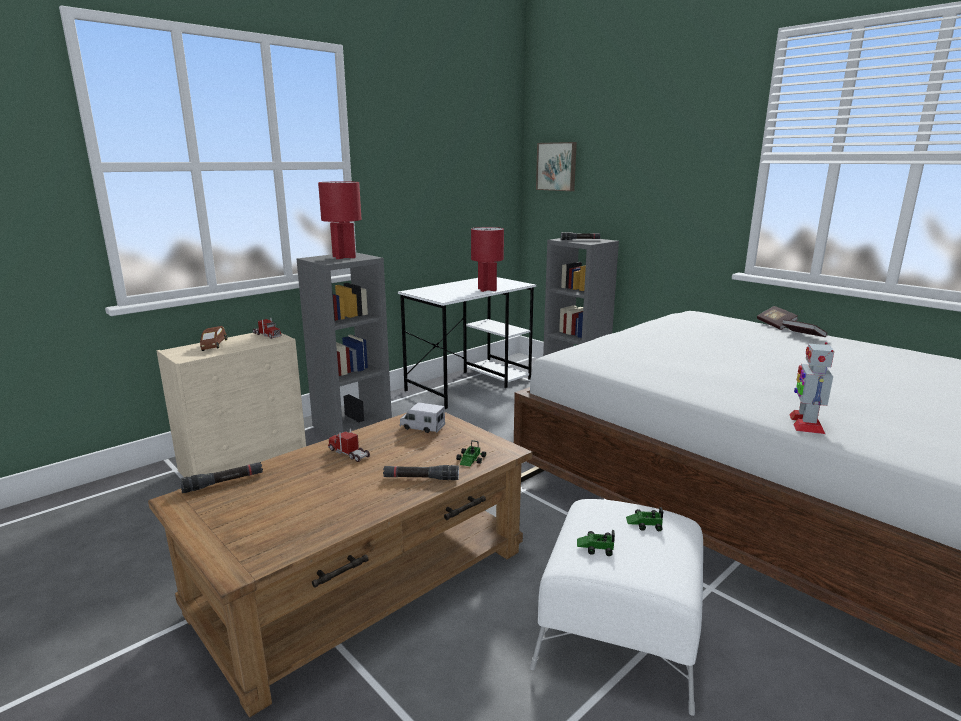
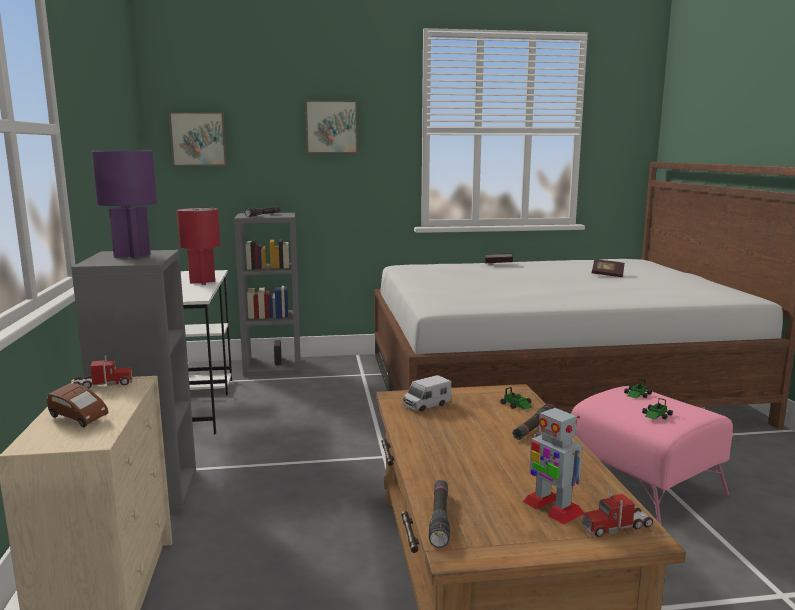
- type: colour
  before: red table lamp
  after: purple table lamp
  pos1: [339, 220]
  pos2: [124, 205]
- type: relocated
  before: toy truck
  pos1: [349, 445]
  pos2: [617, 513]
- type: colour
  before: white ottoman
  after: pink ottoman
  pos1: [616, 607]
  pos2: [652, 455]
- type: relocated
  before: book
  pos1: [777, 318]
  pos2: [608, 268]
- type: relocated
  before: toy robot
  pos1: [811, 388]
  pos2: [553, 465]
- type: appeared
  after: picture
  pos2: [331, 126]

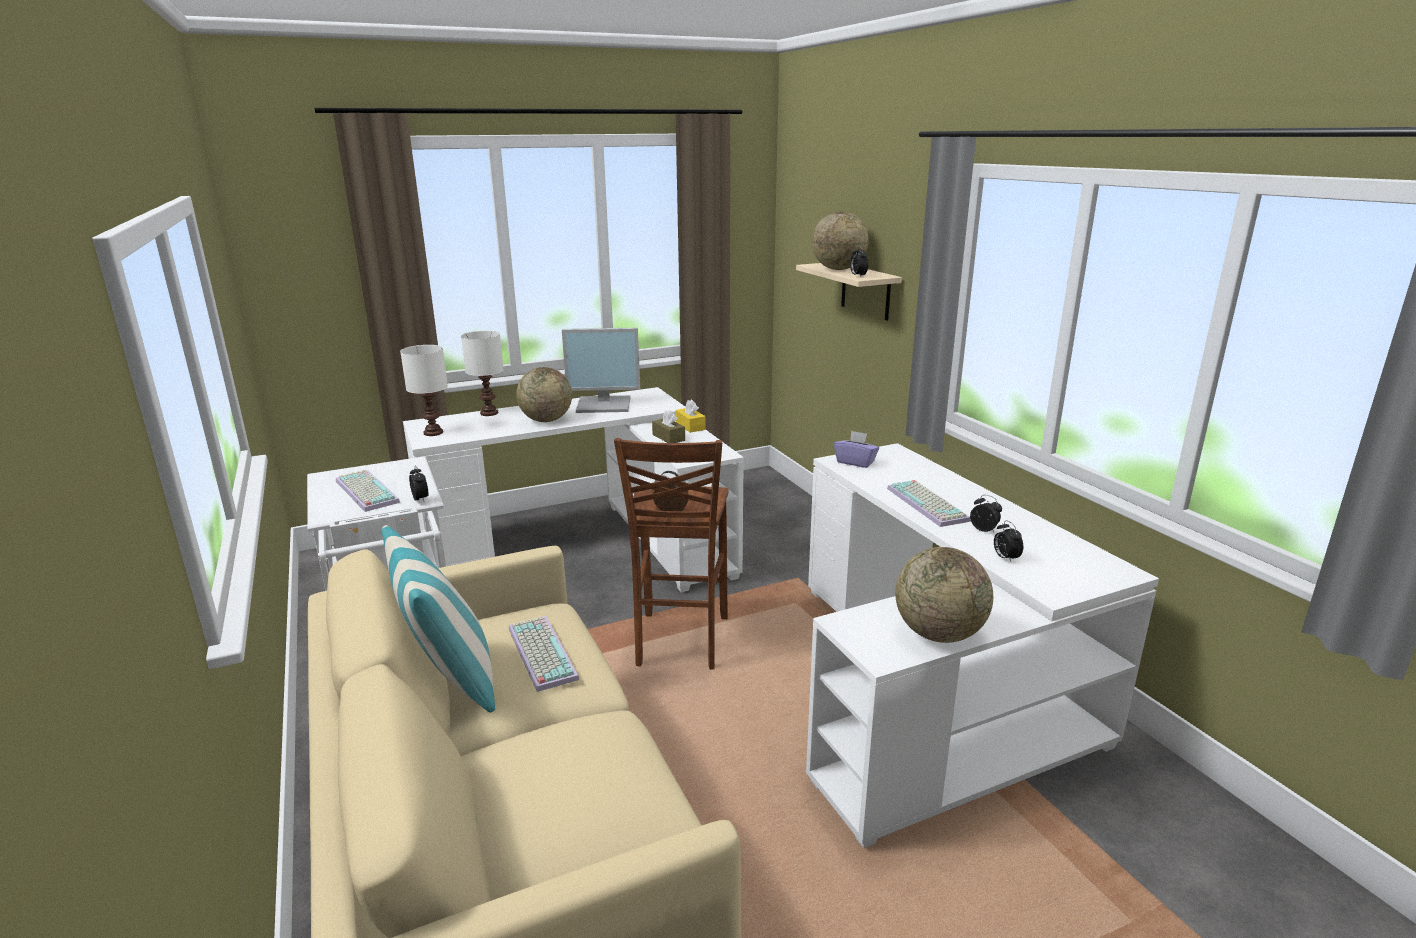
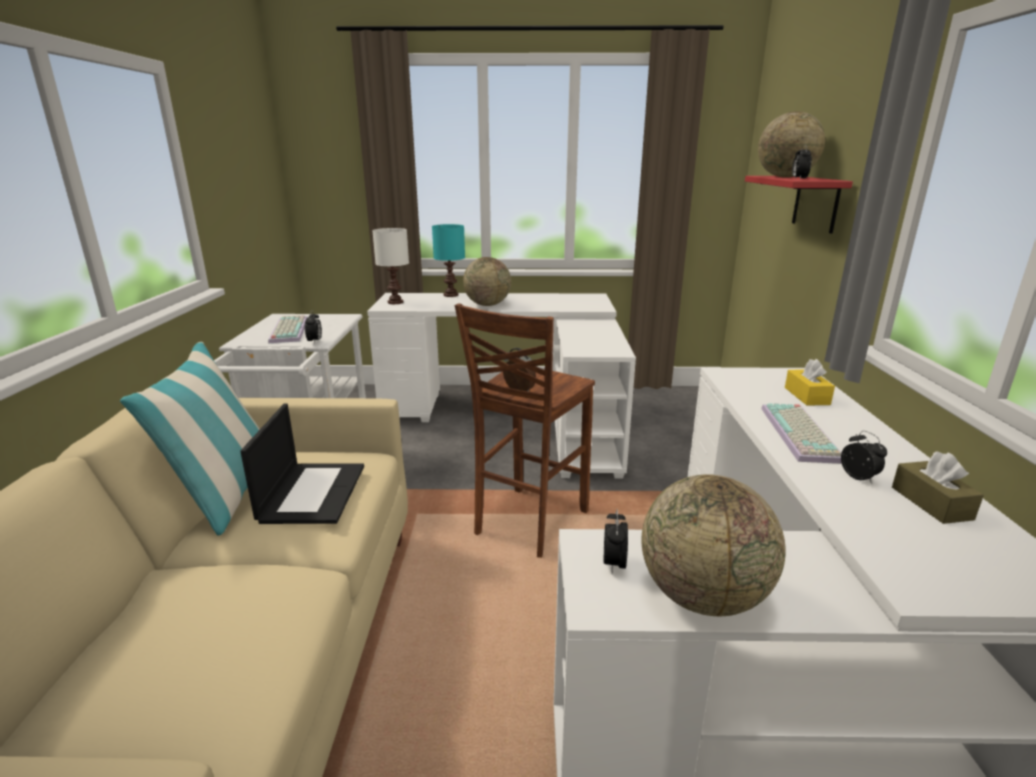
- type: colour
  before: white table lamp
  after: turquoise table lamp
  pos1: [482, 373]
  pos2: [448, 260]
- type: exchanged
  before: keyboard
  after: laptop
  pos1: [544, 654]
  pos2: [302, 464]
- type: missing
  before: monitor
  pos1: [601, 370]
- type: relocated
  before: brown tissue box
  pos1: [668, 426]
  pos2: [938, 487]
- type: relocated
  before: yellow tissue box
  pos1: [691, 416]
  pos2: [810, 382]
- type: colour
  before: beige shelf
  after: red shelf
  pos1: [849, 291]
  pos2: [799, 205]
- type: missing
  before: purple tissue box
  pos1: [856, 449]
- type: relocated
  before: alarm clock
  pos1: [1008, 541]
  pos2: [616, 541]

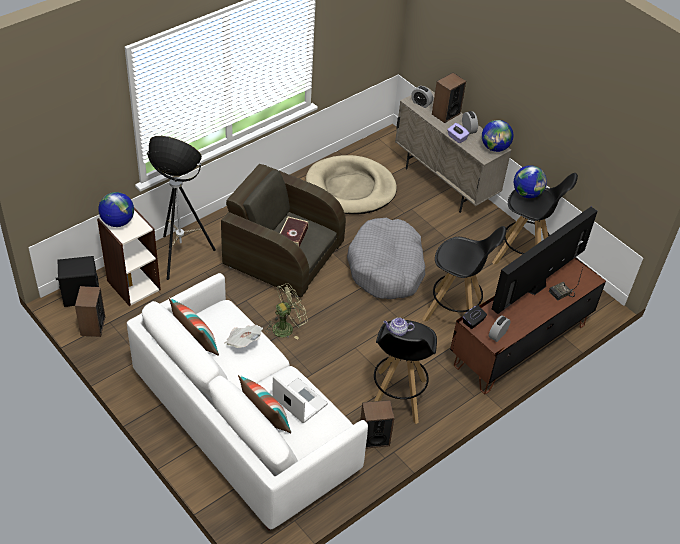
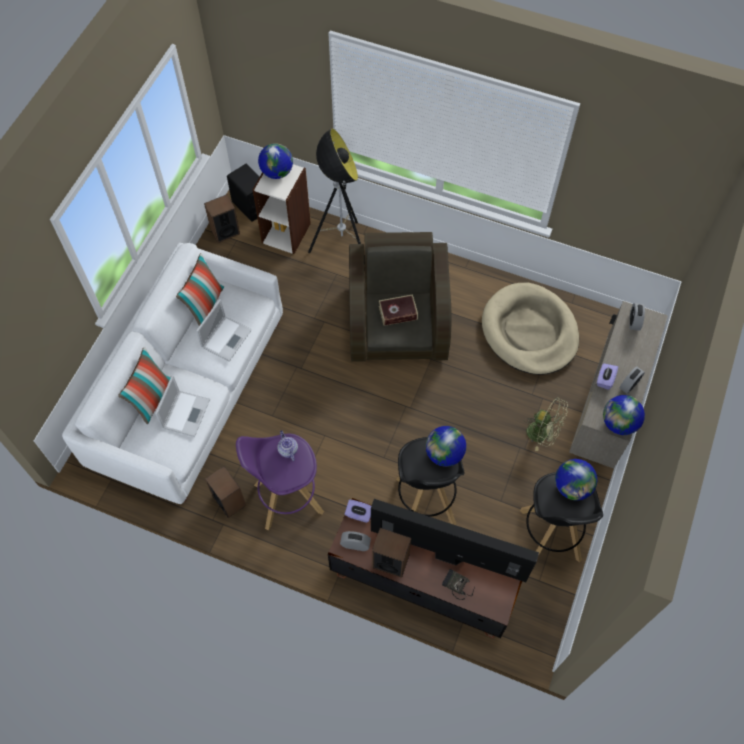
- type: exchanged
  before: newspaper
  after: laptop
  pos1: [244, 336]
  pos2: [224, 330]
- type: relocated
  before: green fan
  pos1: [286, 311]
  pos2: [546, 424]
- type: missing
  before: grey dog bed
  pos1: [386, 258]
- type: colour
  before: black stool
  after: purple stool
  pos1: [405, 372]
  pos2: [280, 482]
- type: relocated
  before: speaker
  pos1: [449, 98]
  pos2: [391, 553]
- type: colour
  before: black tissue box
  after: purple tissue box
  pos1: [474, 317]
  pos2: [358, 511]
- type: appeared
  after: globe
  pos2: [446, 446]

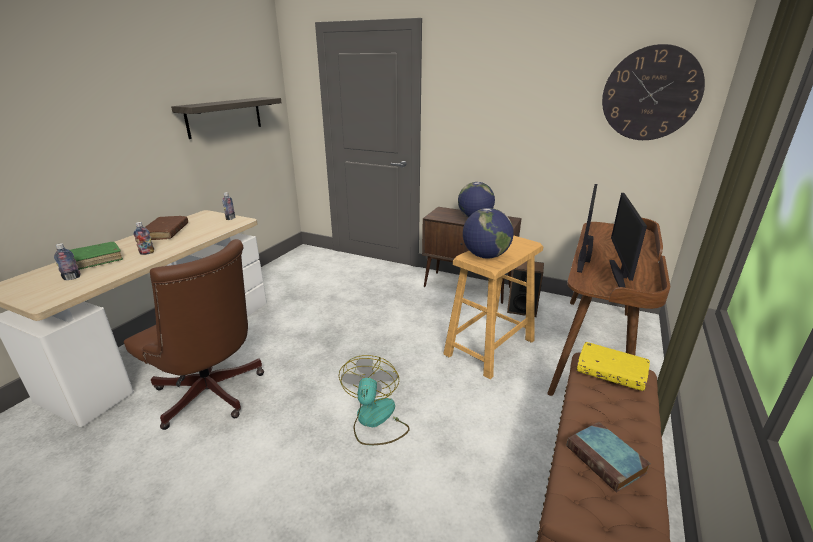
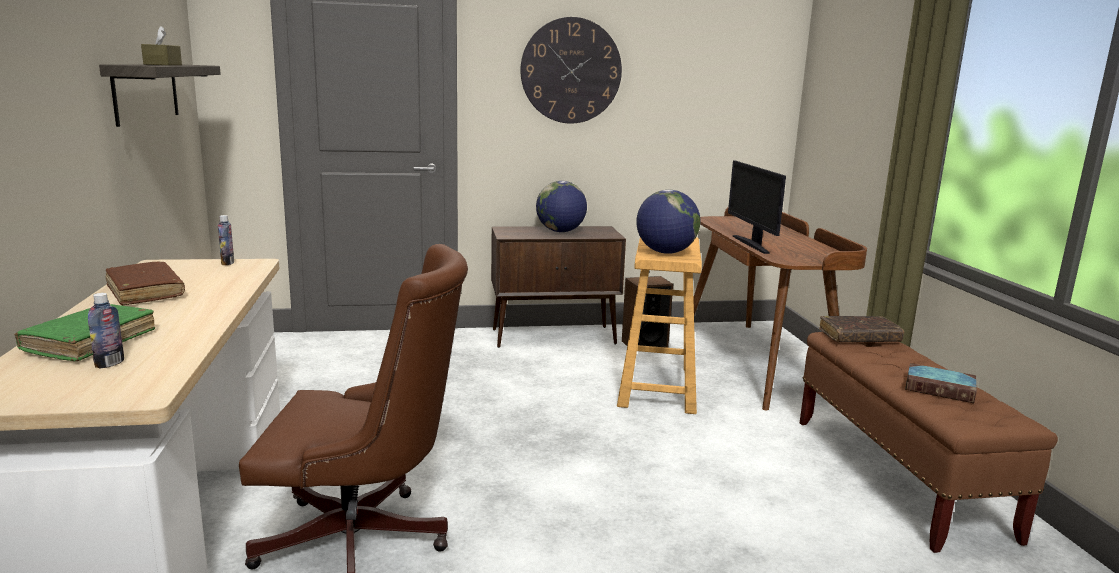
- type: missing
  before: bottle
  pos1: [143, 238]
- type: missing
  before: fan
  pos1: [374, 400]
- type: colour
  before: yellow book
  after: brown book
  pos1: [613, 366]
  pos2: [861, 329]
- type: relocated
  before: wall clock
  pos1: [653, 92]
  pos2: [571, 70]
- type: missing
  before: monitor
  pos1: [628, 240]
- type: appeared
  after: brown tissue box
  pos2: [161, 45]

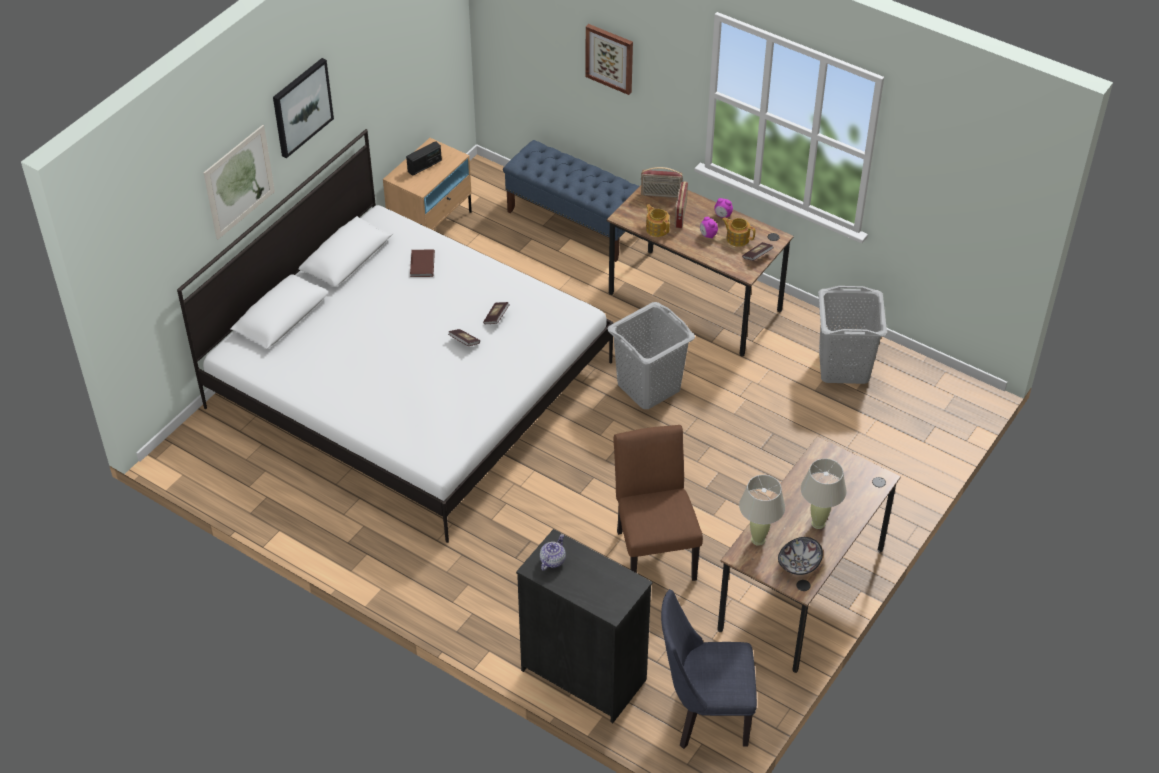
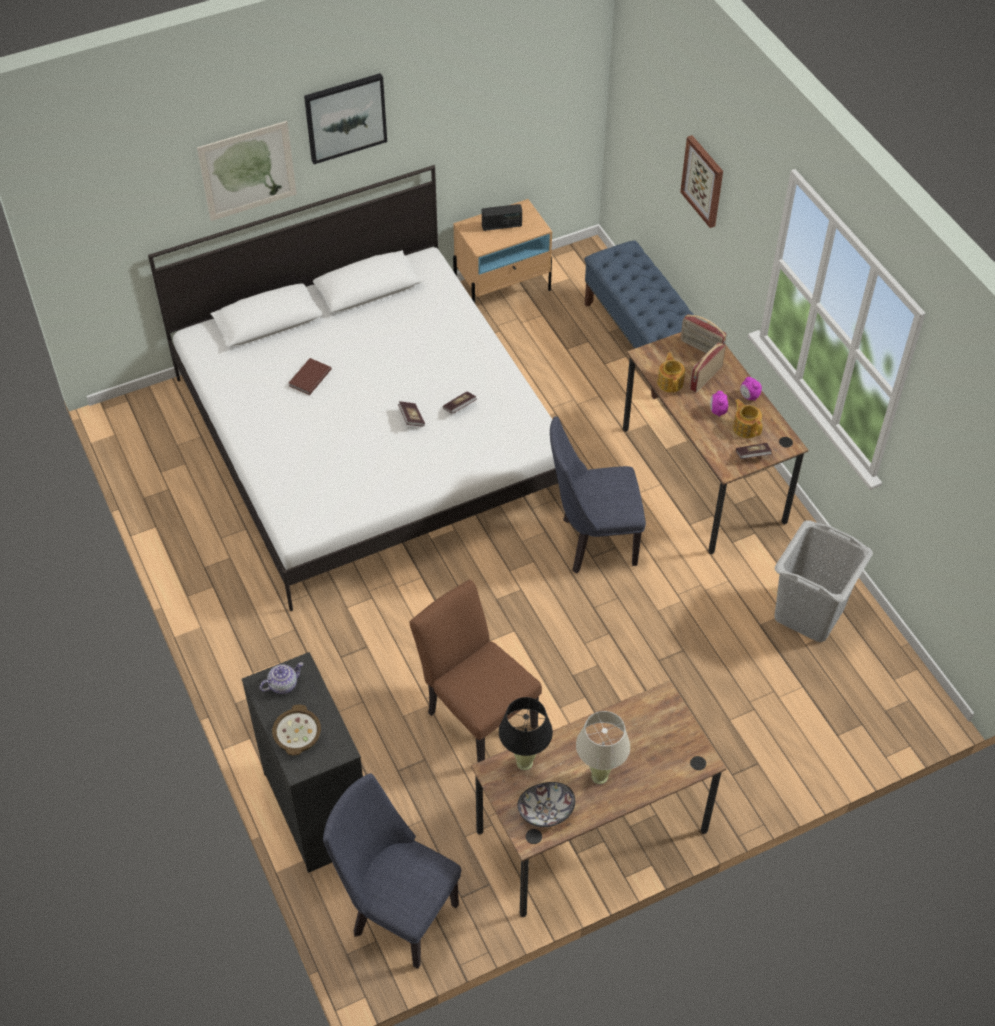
- type: relocated
  before: brown book
  pos1: [422, 263]
  pos2: [310, 376]
- type: exchanged
  before: grey laundry basket
  after: blue chair
  pos1: [651, 355]
  pos2: [598, 495]
- type: spun
  before: brown chair
  pos1: [658, 503]
  pos2: [476, 670]
  turn: -60
- type: colour
  before: beige table lamp
  after: black table lamp
  pos1: [762, 510]
  pos2: [526, 733]
- type: appeared
  after: bowl
  pos2: [296, 730]

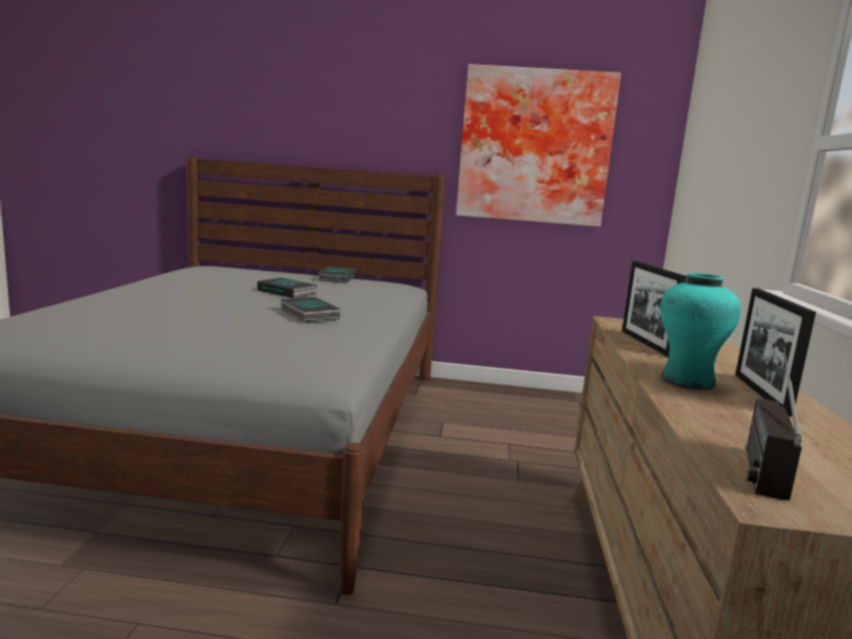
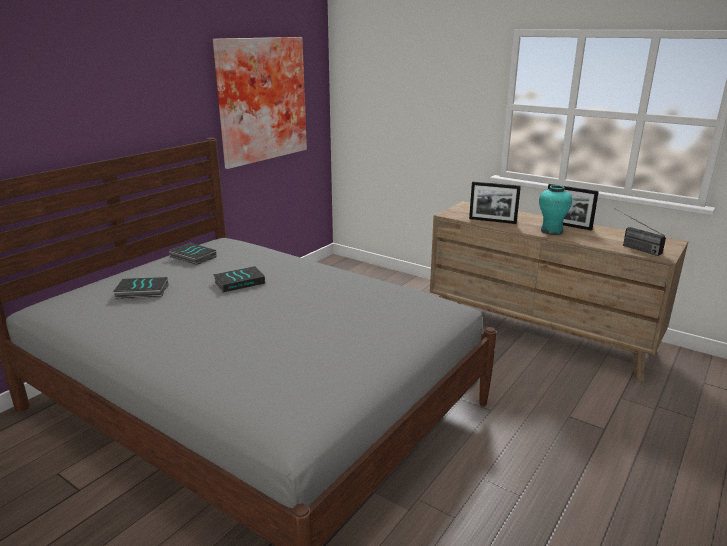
- type: relocated
  before: book
  pos1: [310, 310]
  pos2: [140, 288]

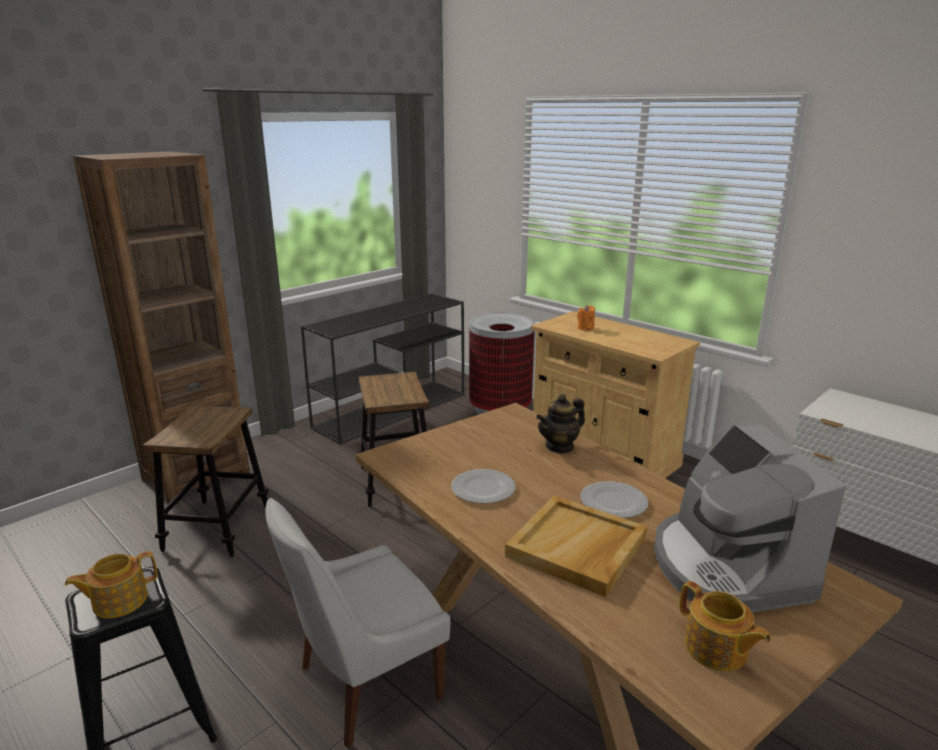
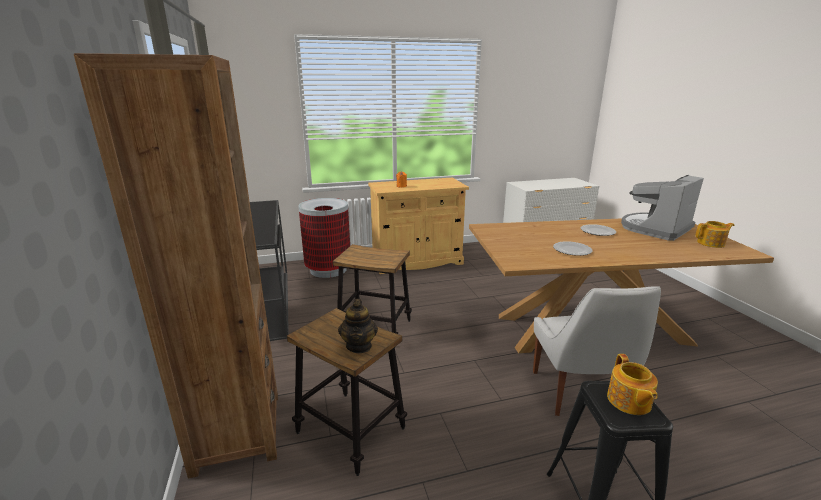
- type: missing
  before: beige tray
  pos1: [576, 546]
- type: relocated
  before: teapot
  pos1: [560, 424]
  pos2: [358, 326]
- type: spun
  before: coffee machine
  pos1: [750, 518]
  pos2: [662, 208]
  turn: 120

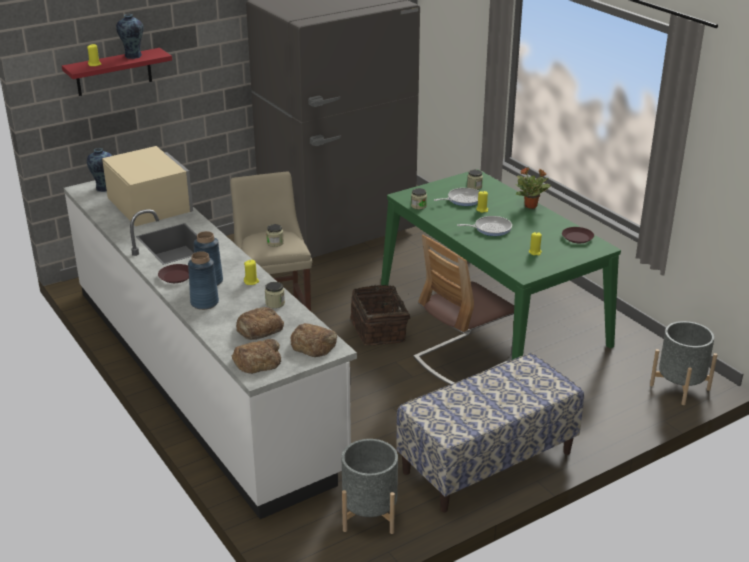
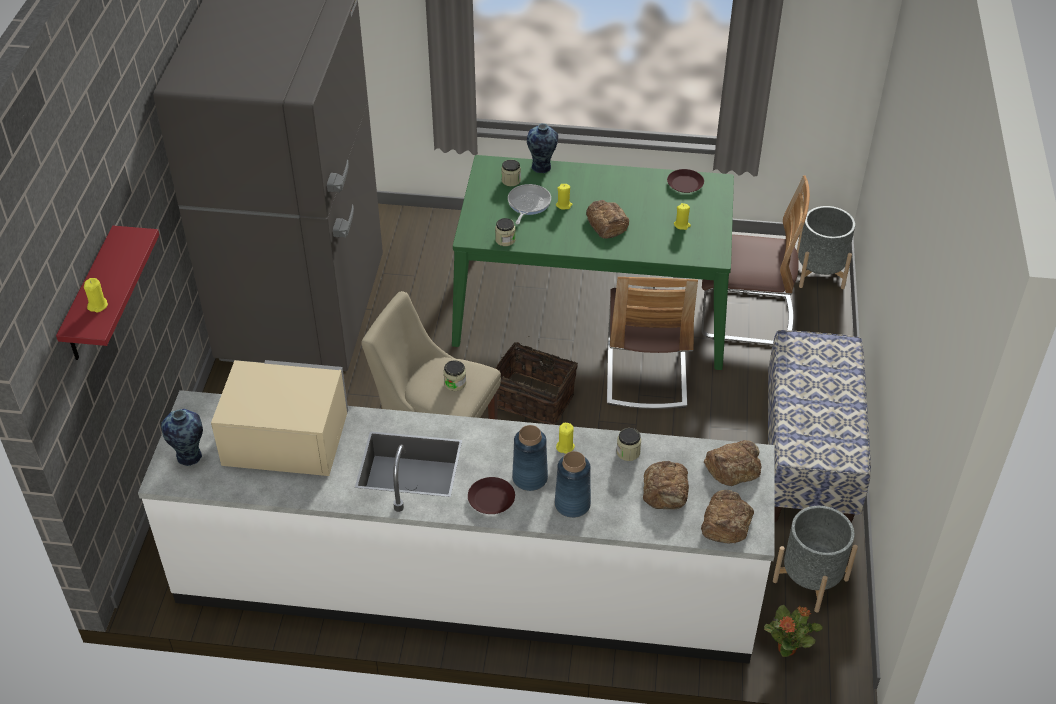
- type: relocated
  before: vase
  pos1: [130, 36]
  pos2: [542, 148]
- type: exchanged
  before: frying pan
  after: bread
  pos1: [484, 226]
  pos2: [607, 219]
- type: relocated
  before: potted plant
  pos1: [532, 188]
  pos2: [793, 631]
- type: appeared
  after: chair
  pos2: [755, 260]

